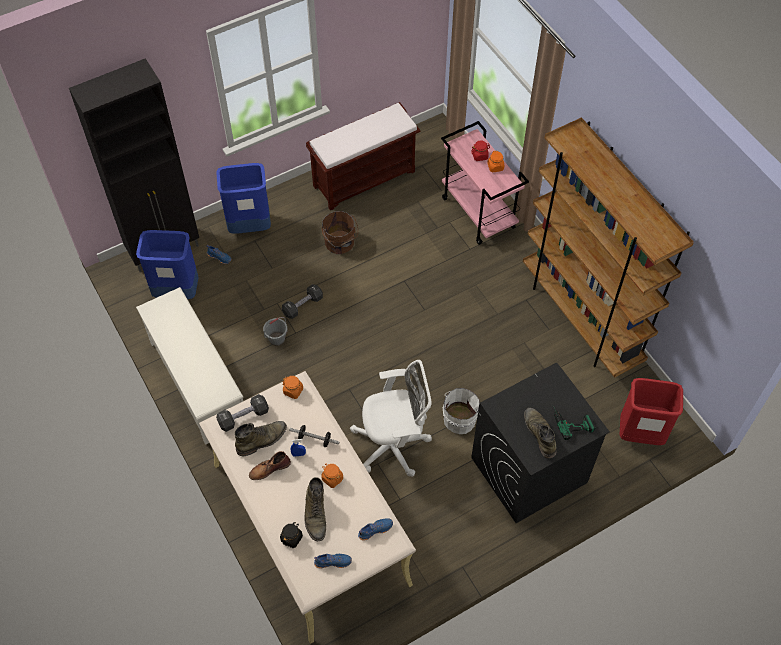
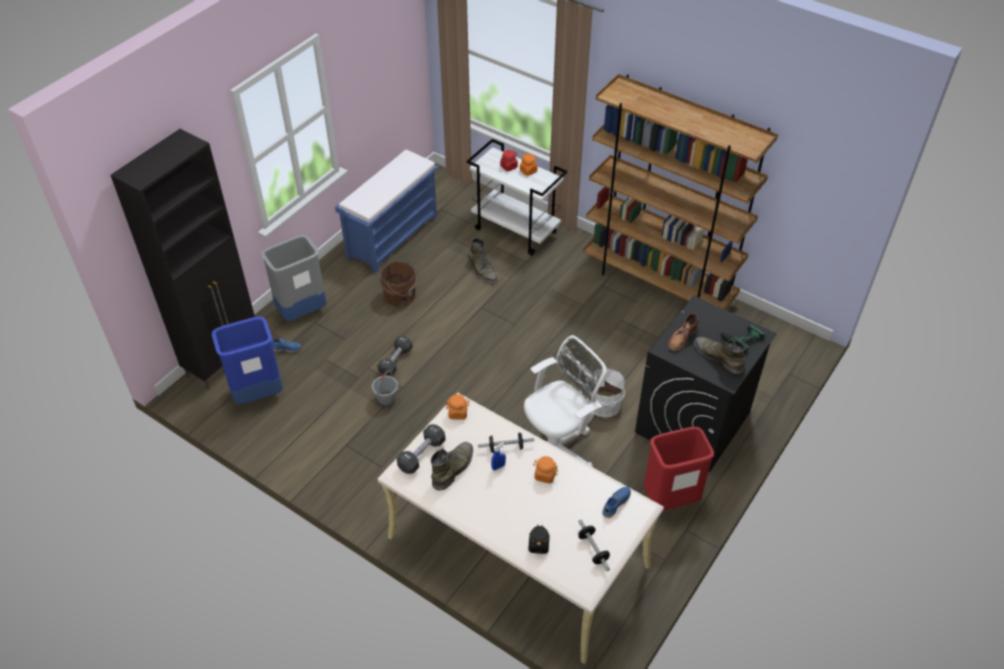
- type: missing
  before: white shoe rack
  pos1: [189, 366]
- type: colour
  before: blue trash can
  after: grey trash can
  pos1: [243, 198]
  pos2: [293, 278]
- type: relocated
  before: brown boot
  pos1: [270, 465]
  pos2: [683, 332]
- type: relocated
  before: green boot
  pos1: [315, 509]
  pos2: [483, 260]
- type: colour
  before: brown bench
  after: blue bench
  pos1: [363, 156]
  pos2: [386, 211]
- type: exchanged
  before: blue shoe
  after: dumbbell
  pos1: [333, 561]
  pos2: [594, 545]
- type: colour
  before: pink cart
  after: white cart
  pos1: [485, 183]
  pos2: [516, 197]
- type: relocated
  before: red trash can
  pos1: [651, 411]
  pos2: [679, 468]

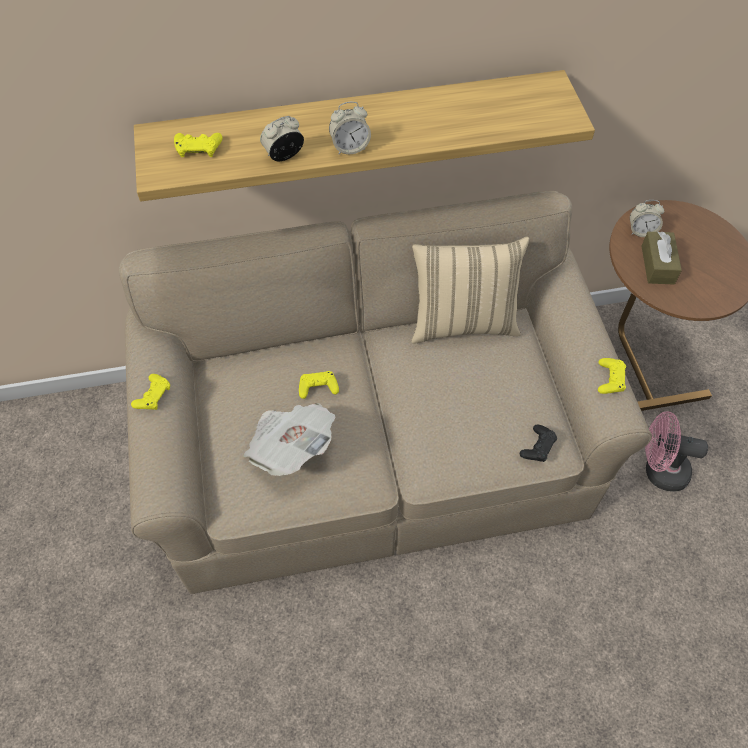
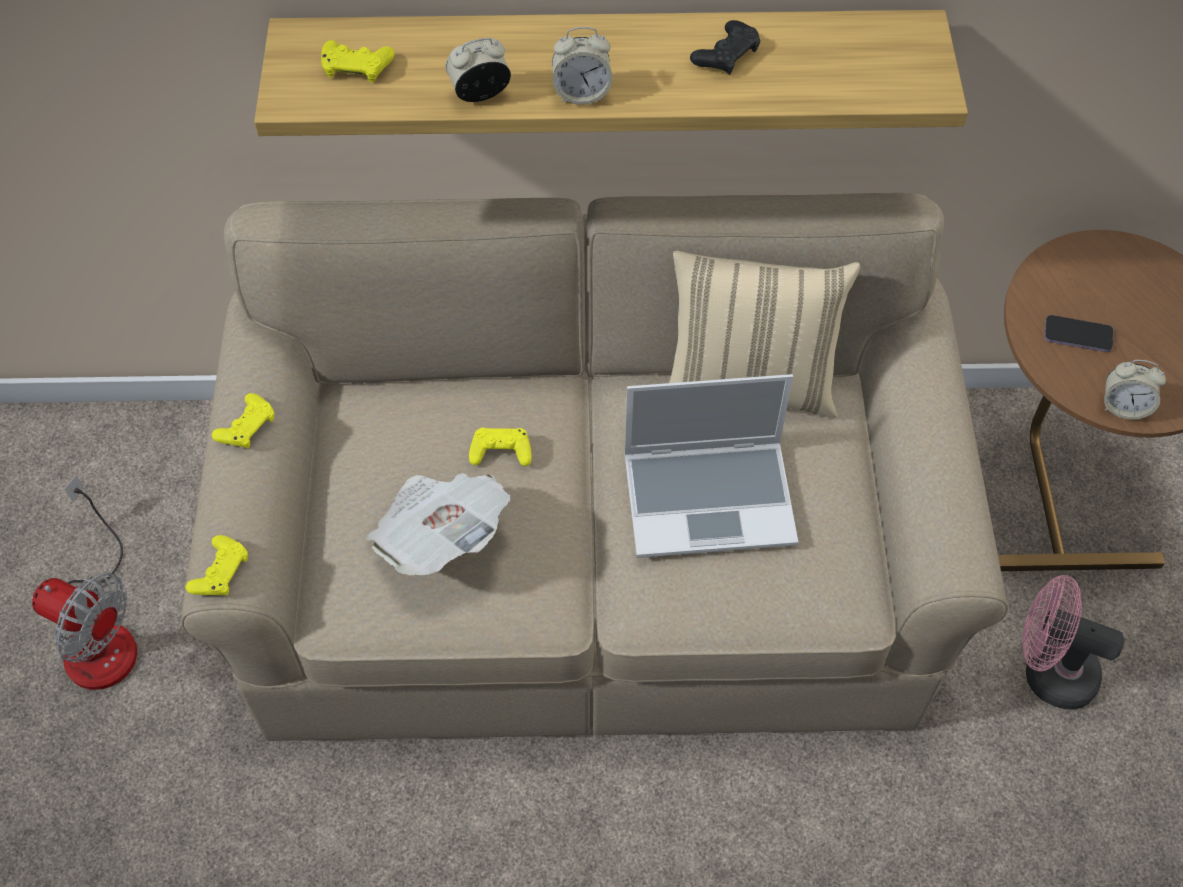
- type: relocated
  before: black game controller
  pos1: [538, 443]
  pos2: [725, 47]
- type: relocated
  before: yellow game controller
  pos1: [612, 376]
  pos2: [217, 565]
- type: relocated
  before: alarm clock
  pos1: [647, 218]
  pos2: [1135, 389]
- type: exchanged
  before: brown tissue box
  after: phone
  pos1: [662, 258]
  pos2: [1078, 333]
- type: appeared
  after: fan
  pos2: [84, 582]
- type: appeared
  after: laptop
  pos2: [711, 466]

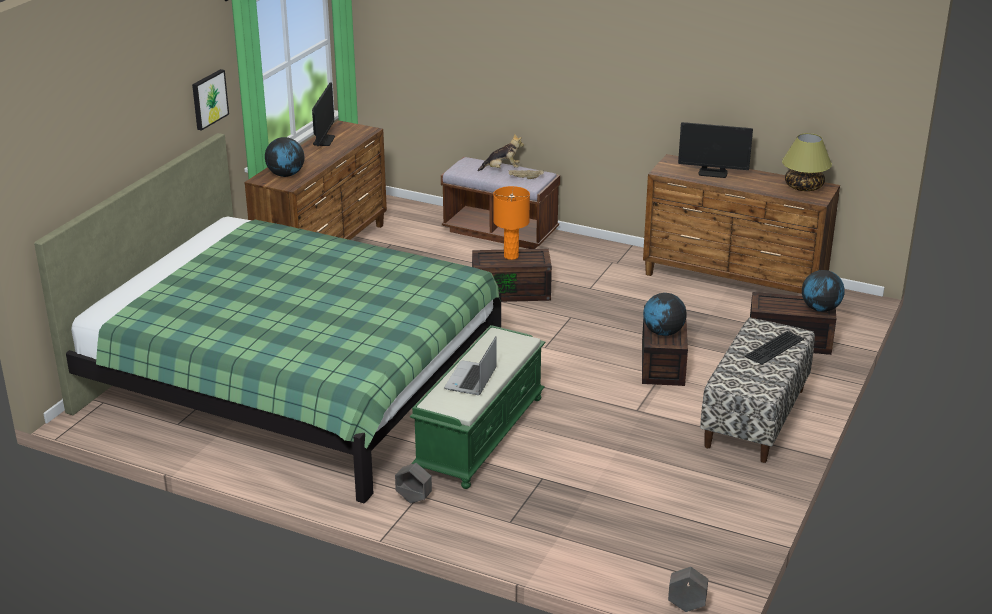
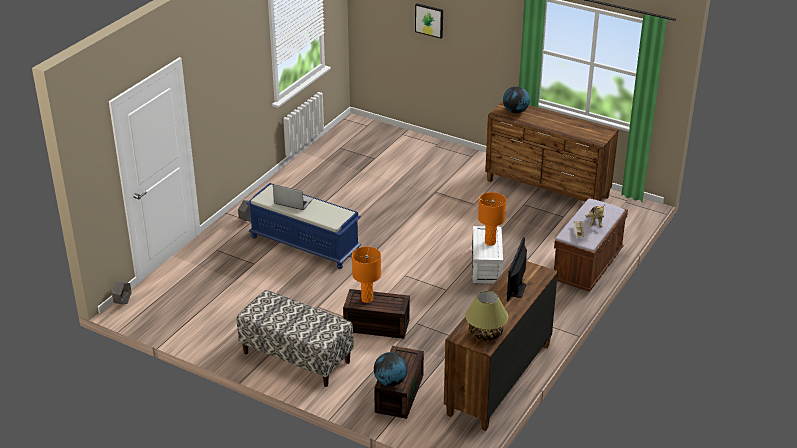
- type: missing
  before: green bed
  pos1: [267, 318]
- type: relocated
  before: picture
  pos1: [210, 100]
  pos2: [429, 21]
- type: missing
  before: monitor
  pos1: [323, 114]
- type: colour
  before: green bench
  after: blue bench
  pos1: [477, 407]
  pos2: [303, 226]
- type: colour
  before: brown storage box
  after: white storage box
  pos1: [512, 275]
  pos2: [487, 254]
- type: exchanged
  before: globe
  after: orange table lamp
  pos1: [665, 314]
  pos2: [366, 275]
- type: missing
  before: keyboard
  pos1: [774, 348]

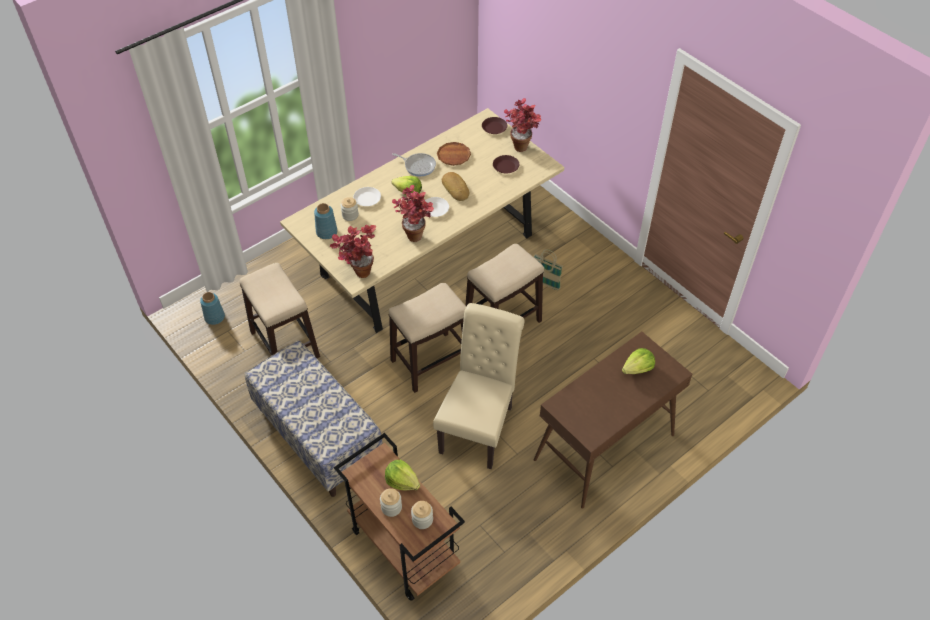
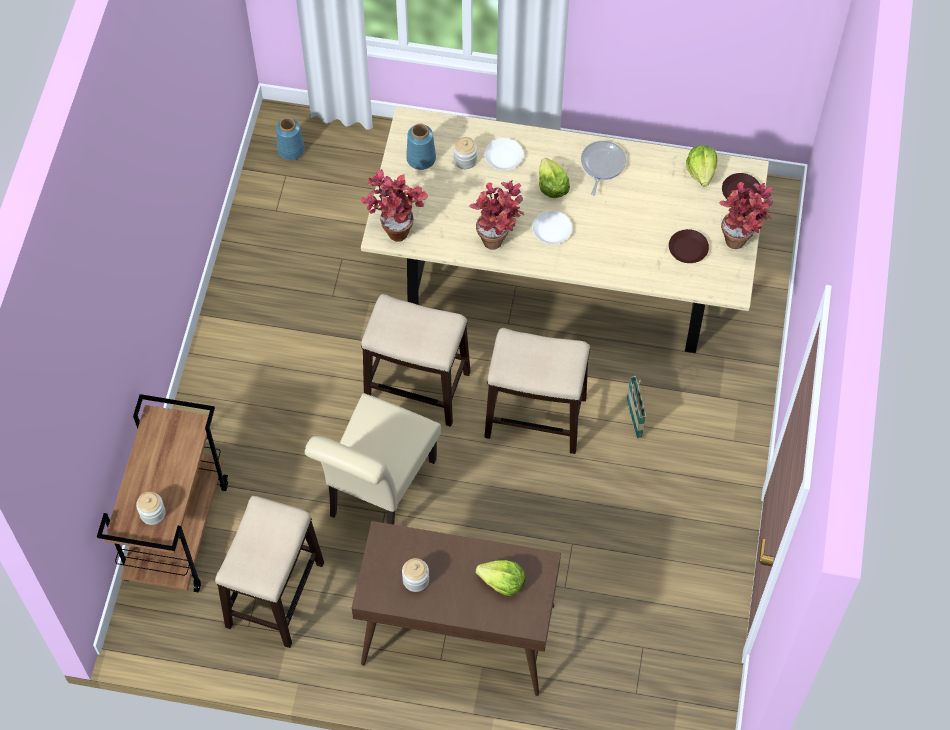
- type: relocated
  before: stool
  pos1: [279, 310]
  pos2: [269, 572]
- type: missing
  before: bench
  pos1: [314, 419]
- type: relocated
  before: jar
  pos1: [391, 502]
  pos2: [415, 575]
- type: relocated
  before: lettuce
  pos1: [402, 475]
  pos2: [701, 165]
- type: spun
  before: frying pan
  pos1: [414, 164]
  pos2: [603, 168]
  turn: -150
- type: spun
  before: beige chair
  pos1: [479, 386]
  pos2: [373, 459]
  turn: 135
- type: missing
  before: brown plate
  pos1: [454, 154]
- type: missing
  before: bread
  pos1: [456, 186]

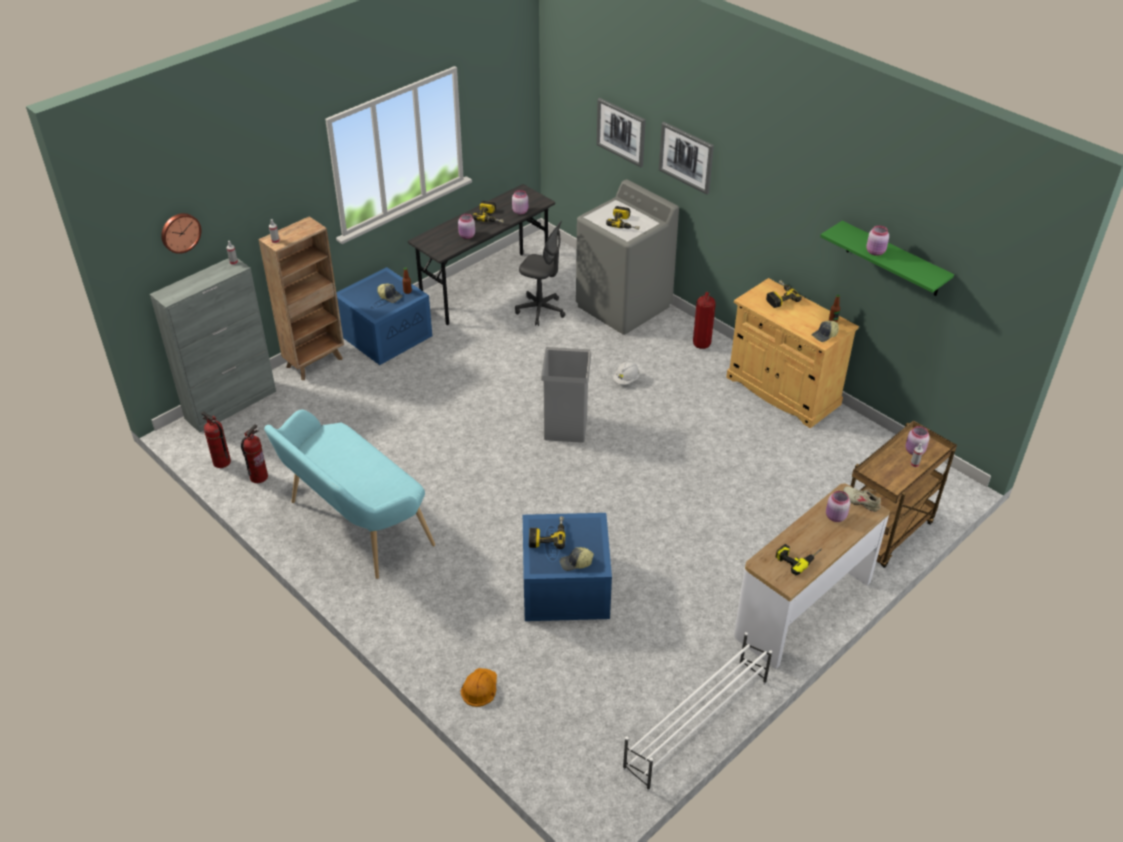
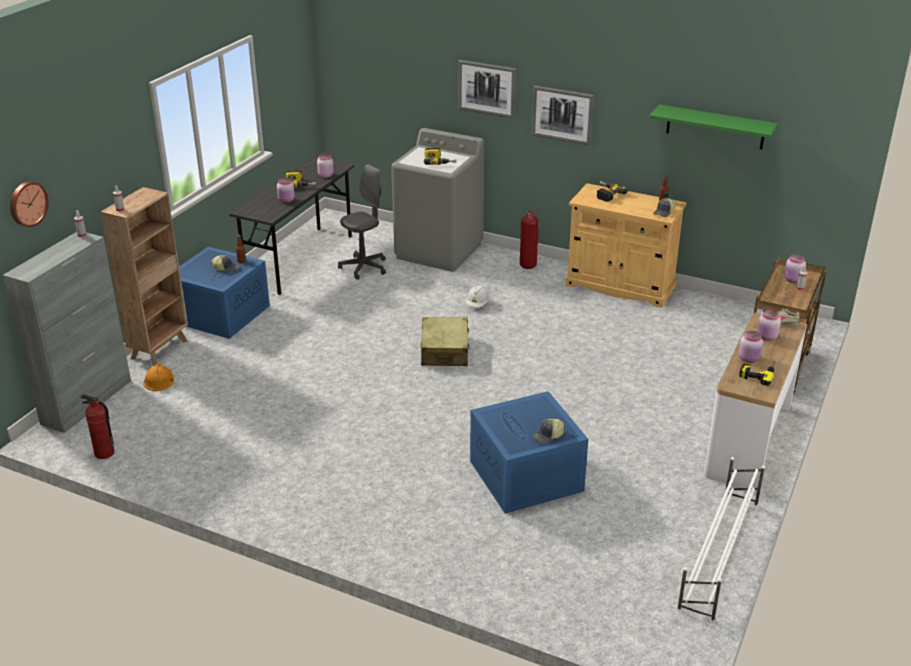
- type: missing
  before: fire extinguisher
  pos1: [254, 454]
- type: missing
  before: turquoise bench
  pos1: [349, 494]
- type: relocated
  before: orange hard hat
  pos1: [478, 687]
  pos2: [158, 377]
- type: spun
  before: grey office chair
  pos1: [540, 273]
  pos2: [362, 222]
  turn: -45
- type: missing
  before: power drill
  pos1: [547, 532]
- type: exchanged
  before: grey trash can
  after: beige suitcase
  pos1: [566, 395]
  pos2: [445, 341]
- type: relocated
  before: picture
  pos1: [621, 132]
  pos2: [562, 115]
- type: relocated
  before: pink jar
  pos1: [877, 240]
  pos2: [751, 347]

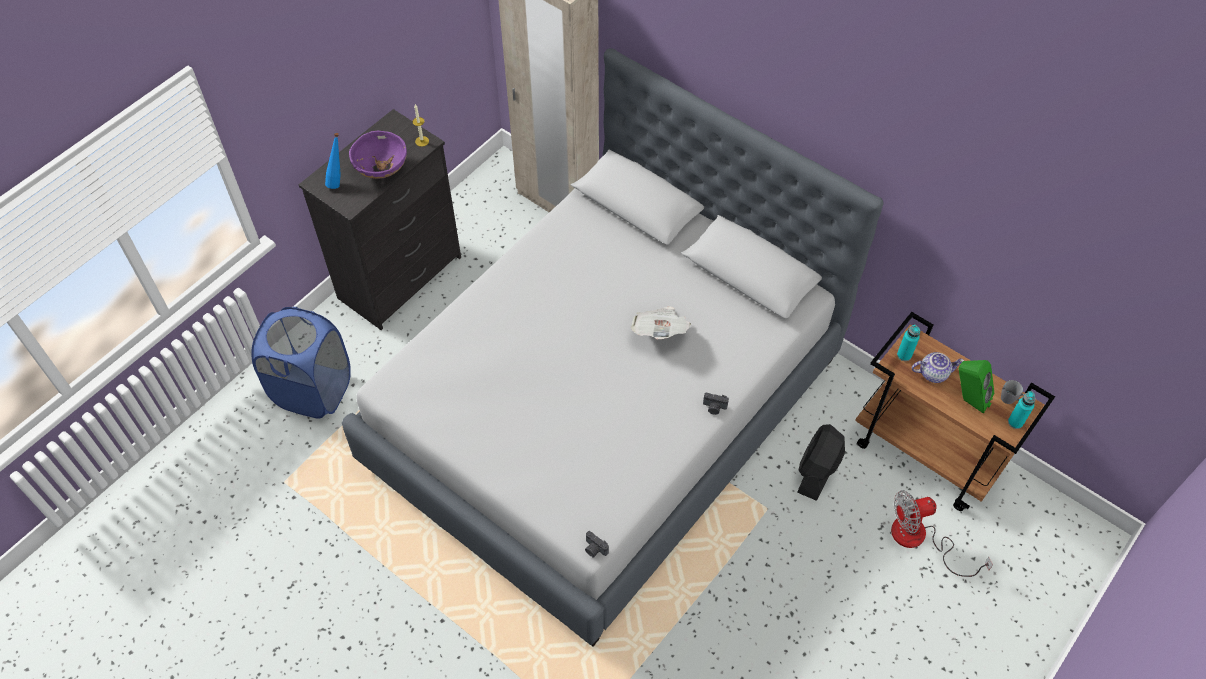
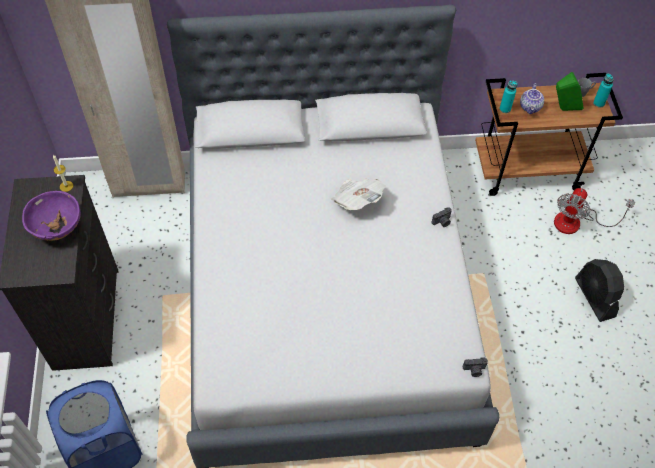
- type: missing
  before: blue bottle
  pos1: [333, 161]
- type: relocated
  before: black fan
  pos1: [821, 462]
  pos2: [599, 290]
- type: spun
  before: teapot
  pos1: [938, 367]
  pos2: [532, 98]
  turn: 150

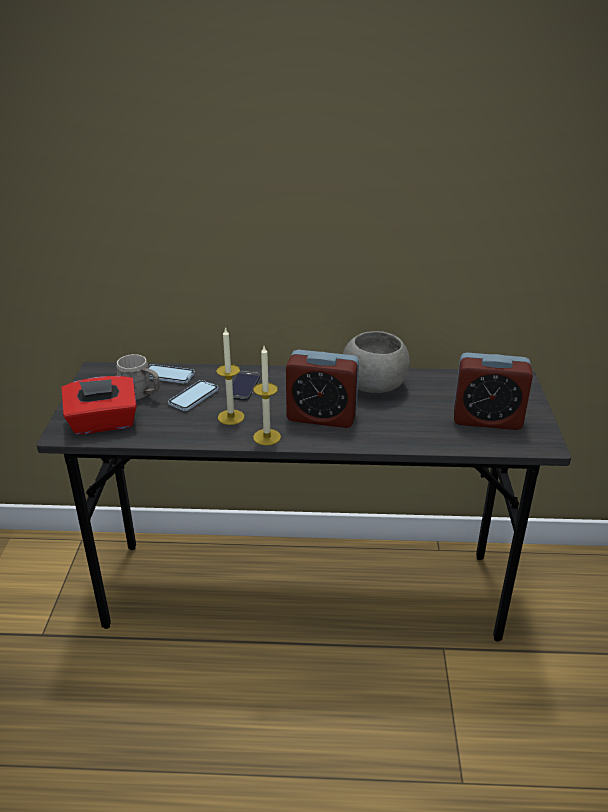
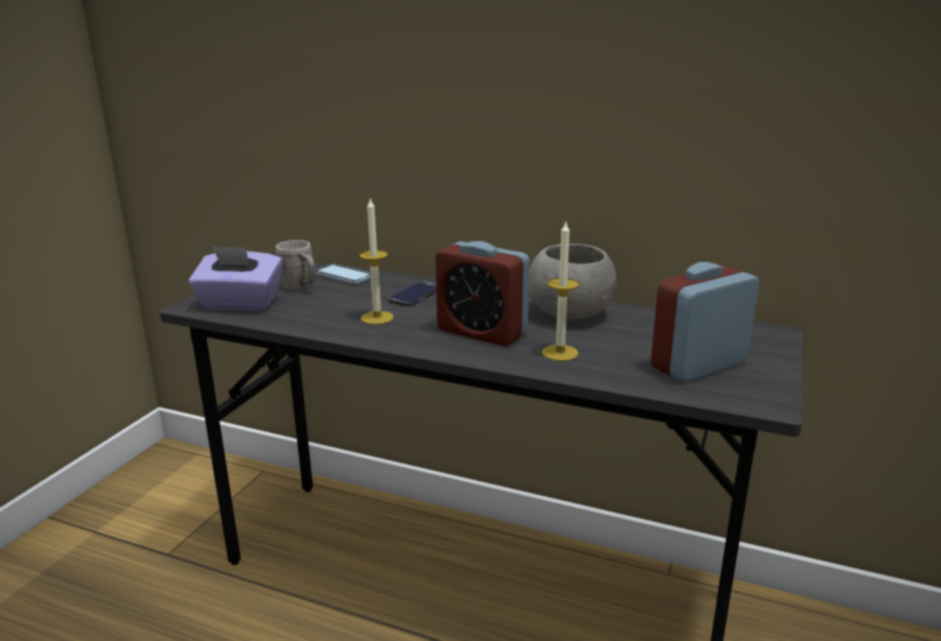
- type: colour
  before: red tissue box
  after: purple tissue box
  pos1: [99, 405]
  pos2: [236, 278]
- type: missing
  before: phone
  pos1: [193, 395]
- type: relocated
  before: candle
  pos1: [267, 396]
  pos2: [560, 291]
- type: spun
  before: alarm clock
  pos1: [493, 391]
  pos2: [705, 322]
  turn: 120

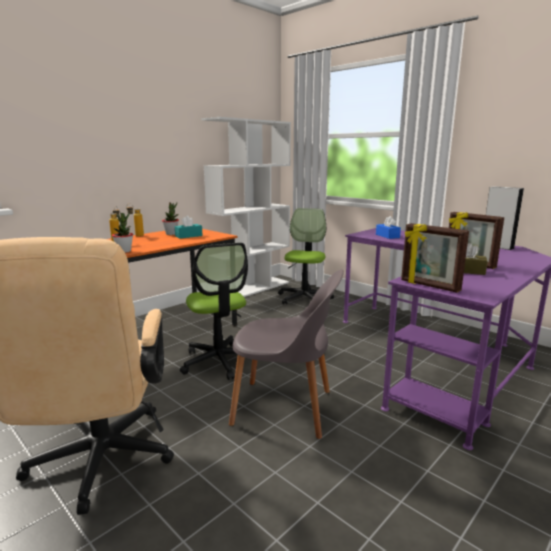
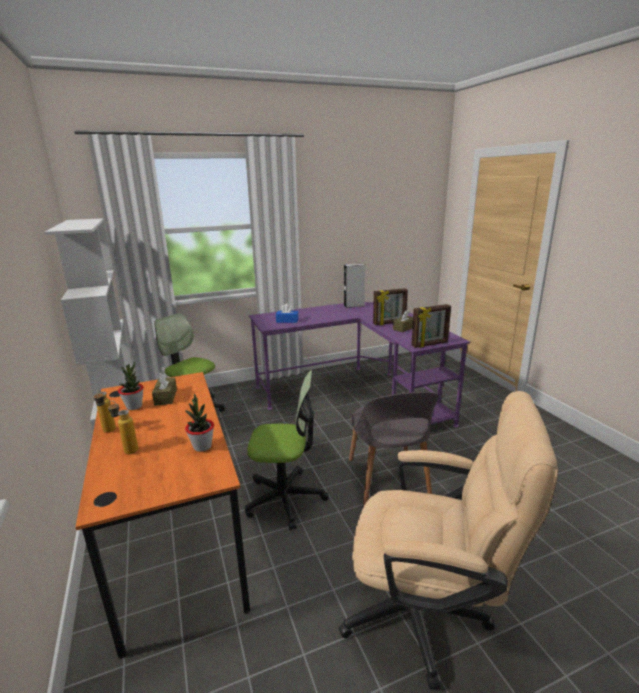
- type: colour
  before: turquoise tissue box
  after: brown tissue box
  pos1: [189, 227]
  pos2: [164, 389]
- type: spun
  before: grey chair
  pos1: [286, 354]
  pos2: [394, 448]
  turn: 135

